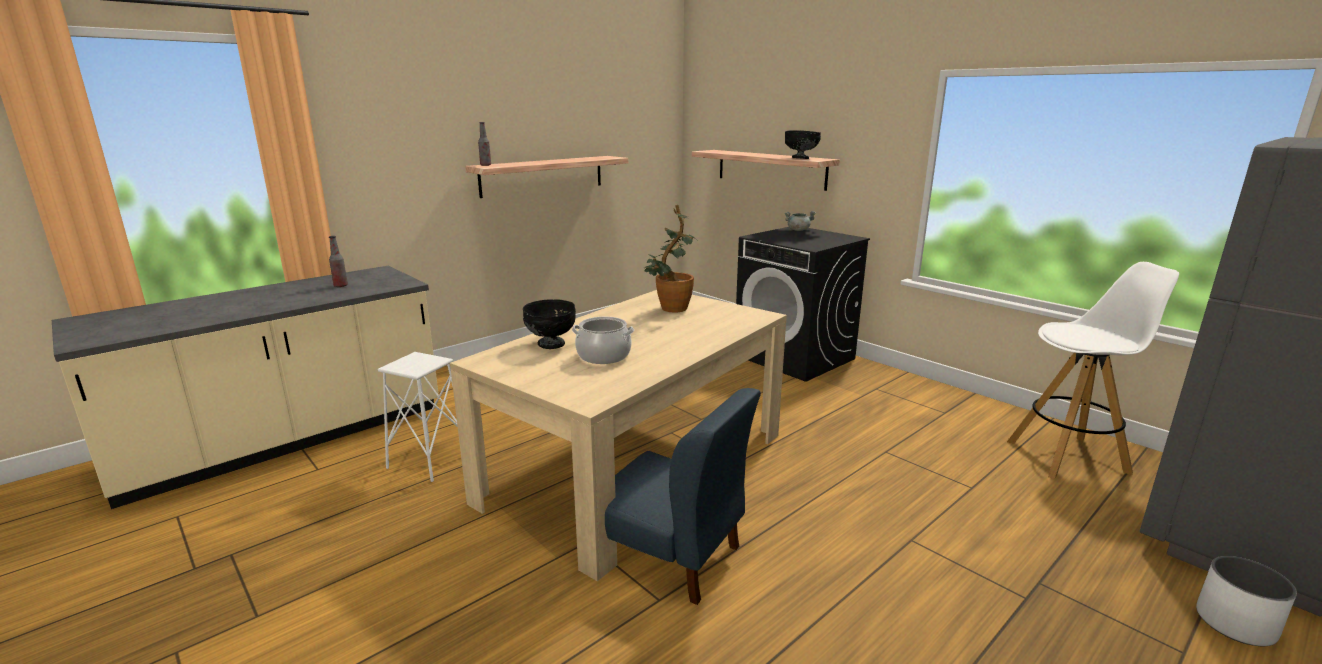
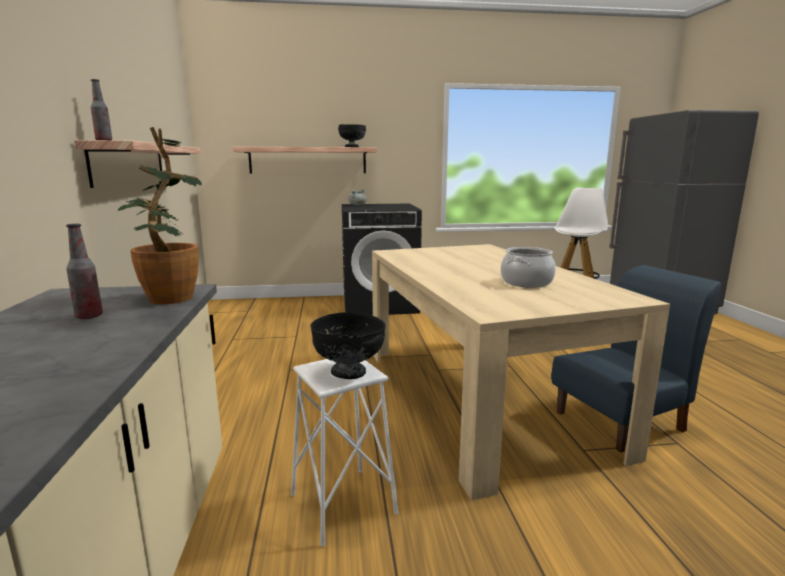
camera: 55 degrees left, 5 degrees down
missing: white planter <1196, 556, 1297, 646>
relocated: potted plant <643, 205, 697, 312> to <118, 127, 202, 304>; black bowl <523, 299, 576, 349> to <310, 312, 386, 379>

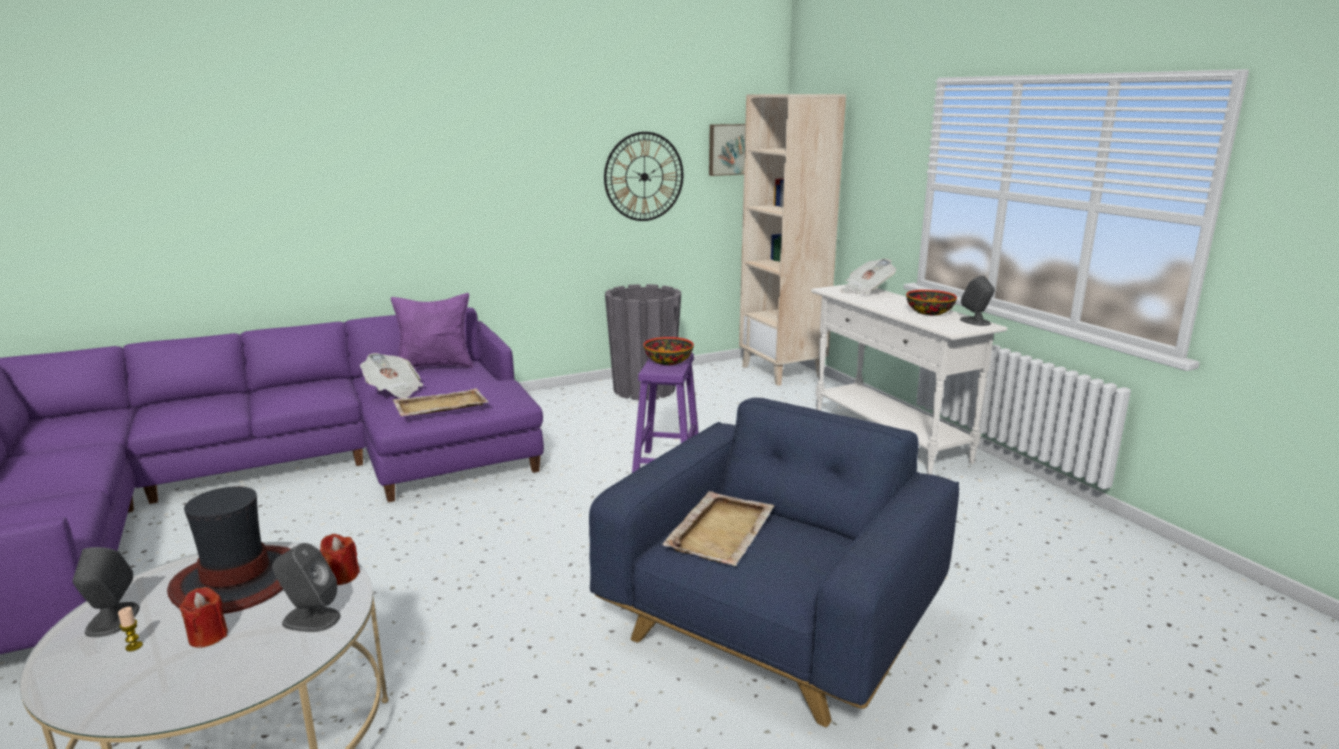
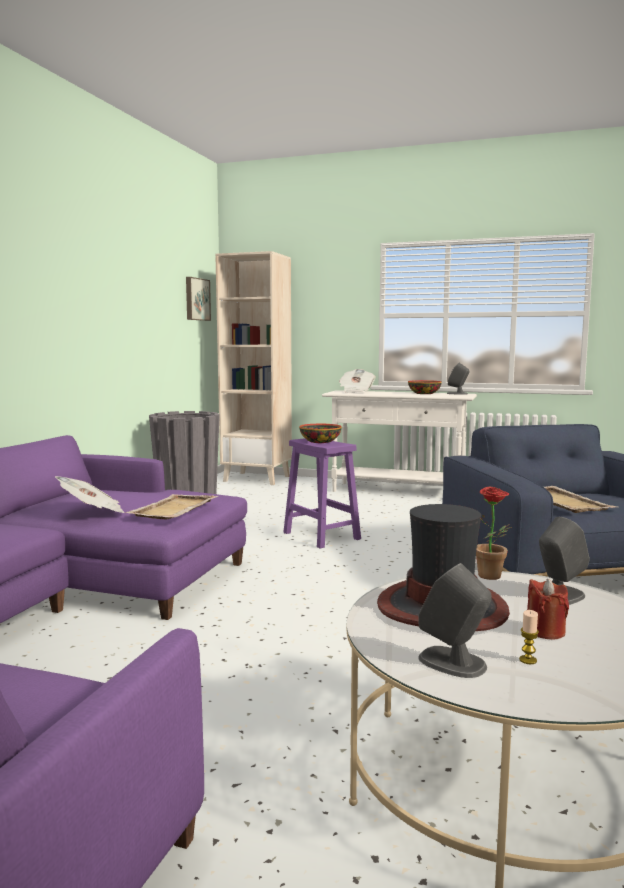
camera: 45 degrees left, 10 degrees down
missing: purple pillow <391, 293, 473, 368>; wall clock <604, 132, 683, 221>
exchanged: red candle <320, 534, 360, 585> to potted plant <476, 487, 512, 580>

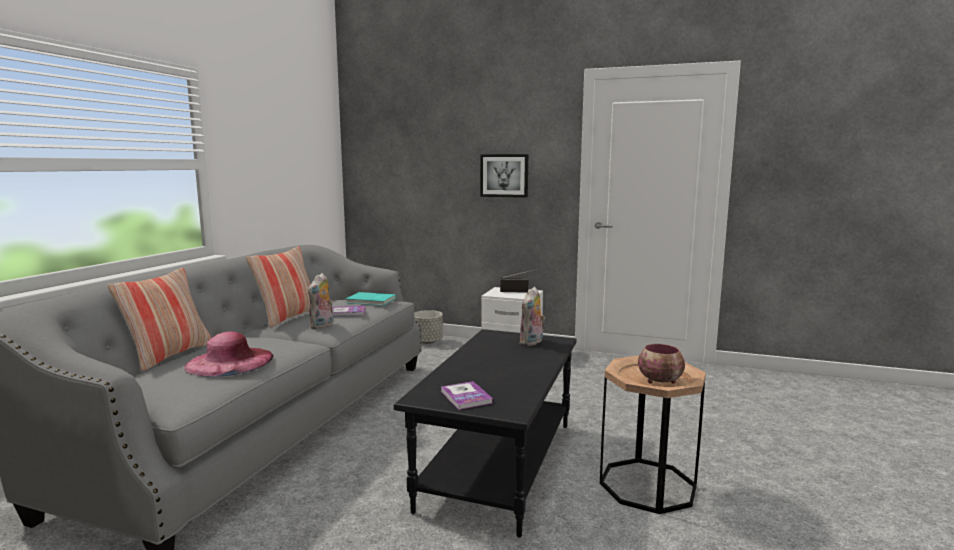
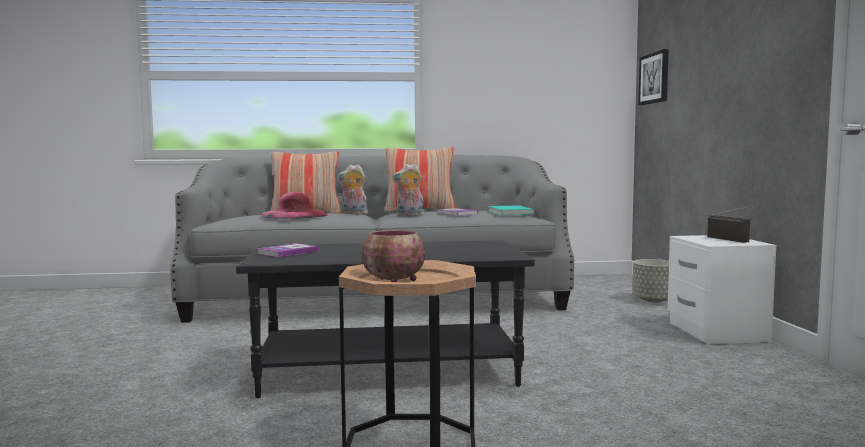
camera: 65 degrees right, 5 degrees down
relocated: plush toy <519, 287, 545, 346> to <337, 164, 368, 214>; picture <480, 154, 528, 198> to <638, 49, 669, 105>

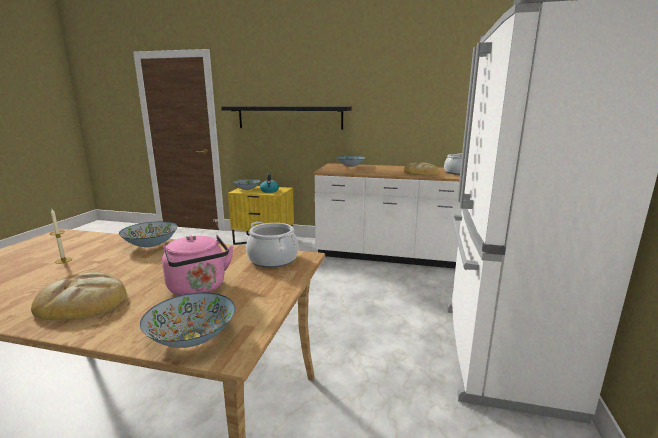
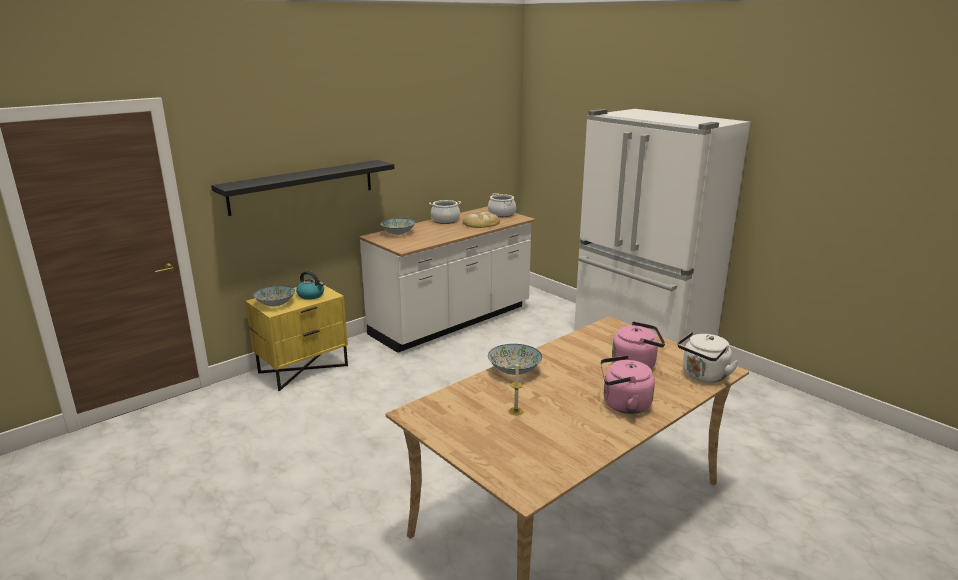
camera: 55 degrees left, 5 degrees up
relocated: cooking pot <246, 222, 299, 268> to <429, 200, 461, 224>
exchanged: bread <31, 272, 127, 320> to pink kettle <600, 355, 655, 414>; bowl <140, 292, 235, 348> to white kettle <677, 332, 739, 383>

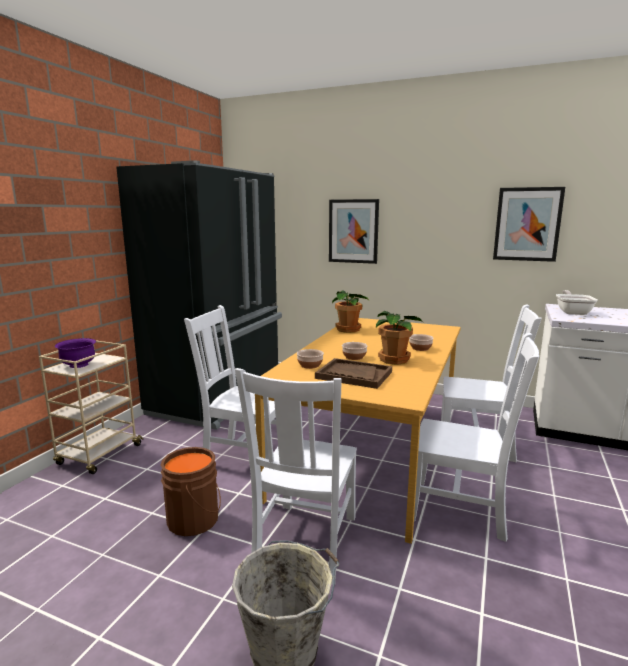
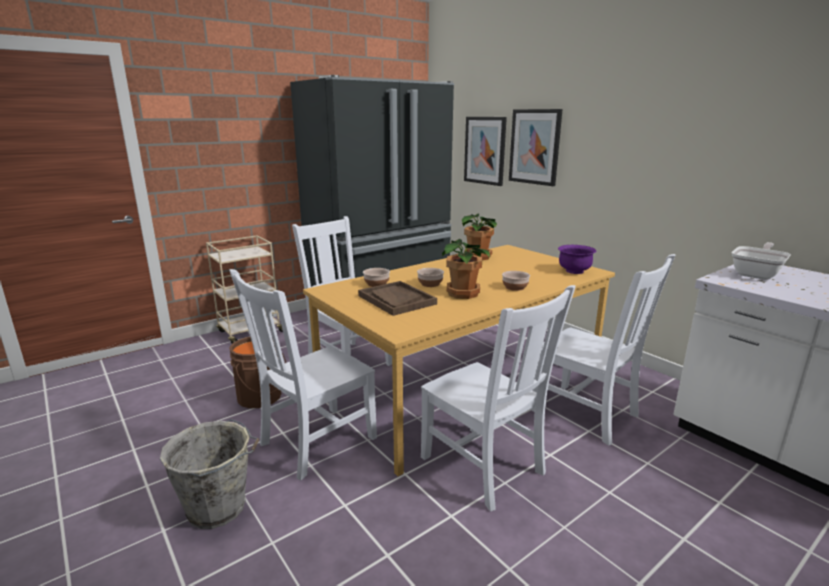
camera: 30 degrees right, 5 degrees up
relocated: picture <493, 187, 565, 262> to <464, 117, 507, 186>; purple bowl <55, 338, 96, 368> to <558, 245, 596, 274>

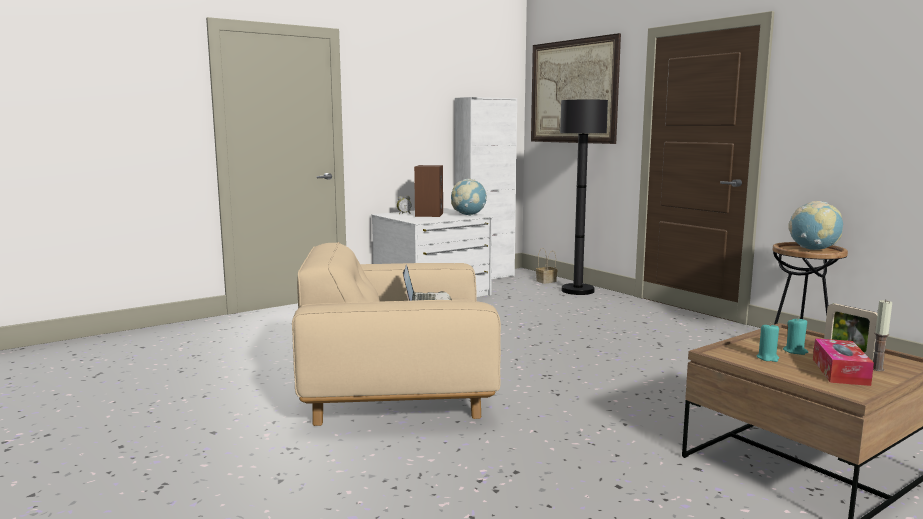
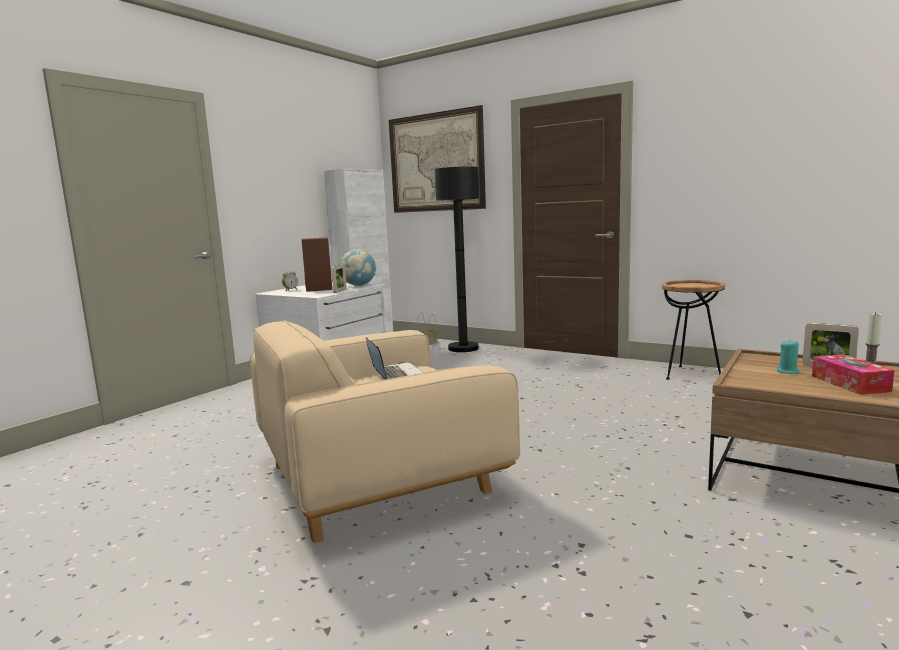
camera: 20 degrees left, 0 degrees up
missing: turquoise candle <757, 323, 779, 362>; globe <788, 201, 843, 250>
appeared: picture frame <331, 264, 347, 293>

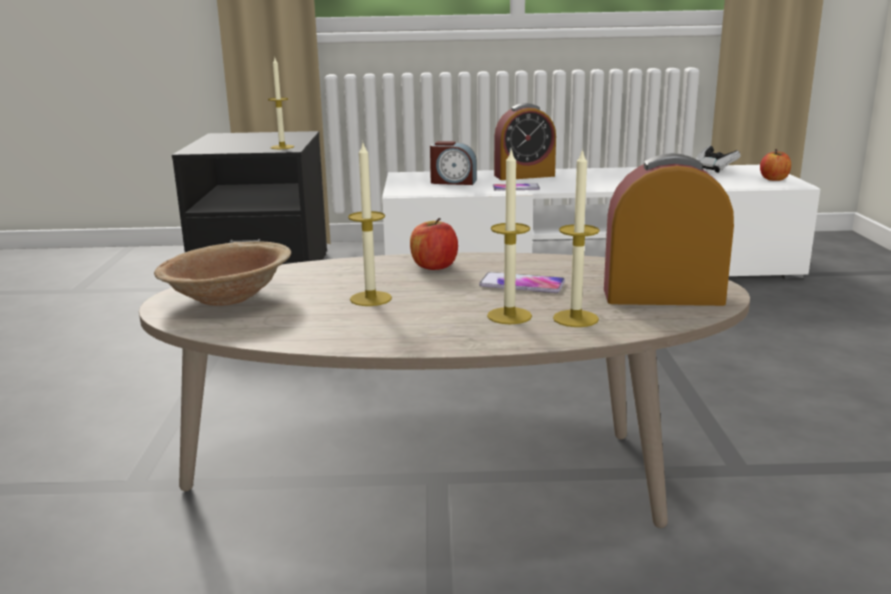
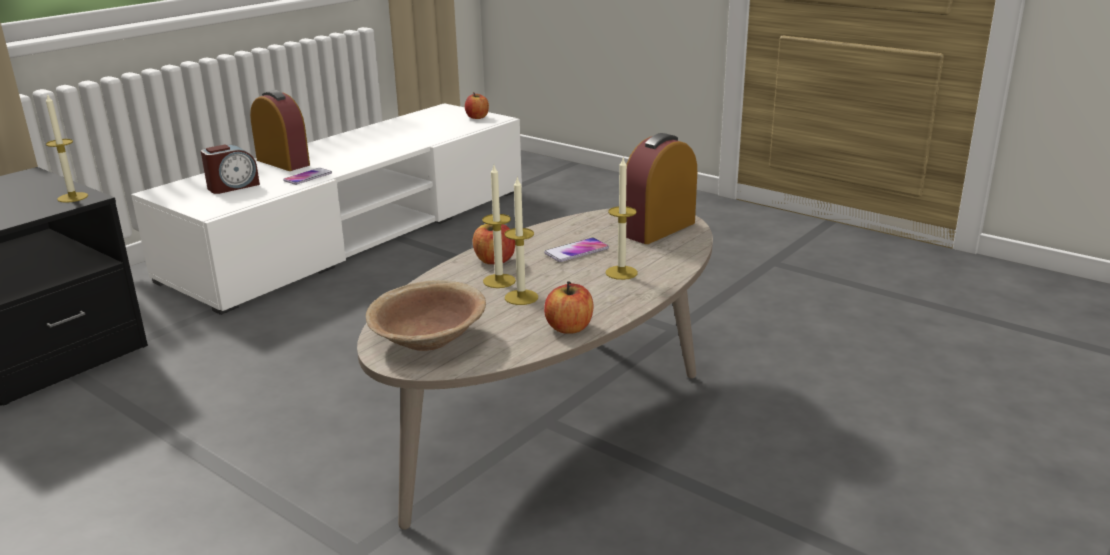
camera: 50 degrees left, 5 degrees up
missing: game controller <696, 146, 741, 173>
appeared: apple <544, 281, 593, 334>
relocated: candle <553, 148, 600, 327> to <482, 165, 516, 288>
spun: alarm clock <494, 103, 556, 180> = <250, 90, 310, 171> 75 degrees counterclockwise

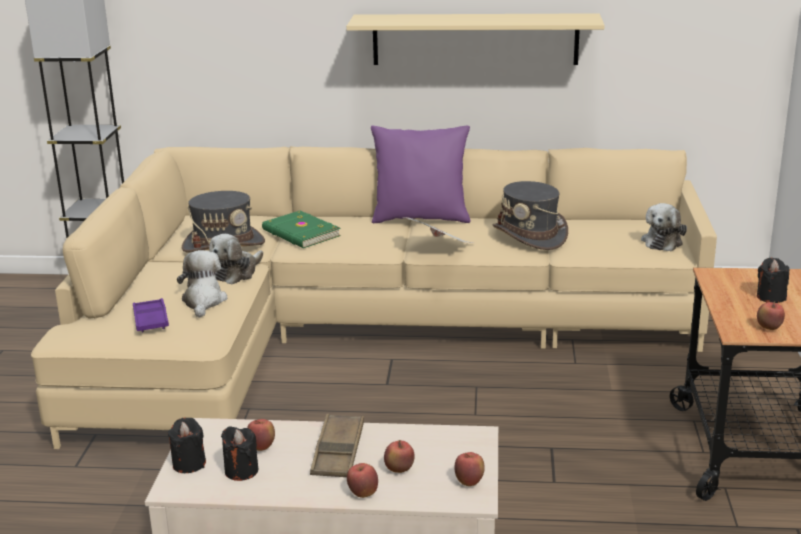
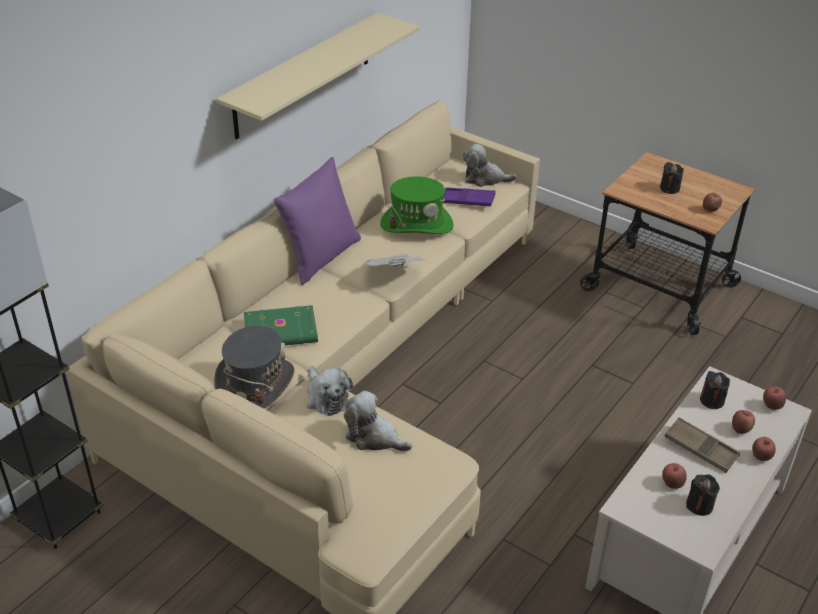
camera: 60 degrees left, 15 degrees up
relocated: purple tray <133, 298, 169, 332> to <443, 187, 496, 207>; black candle <168, 417, 206, 473> to <700, 371, 730, 409>
colour: grey hat <493, 181, 568, 250> to green hat <380, 176, 454, 234>
spun: plush toy <641, 203, 687, 252> = <463, 144, 517, 187> 135 degrees clockwise

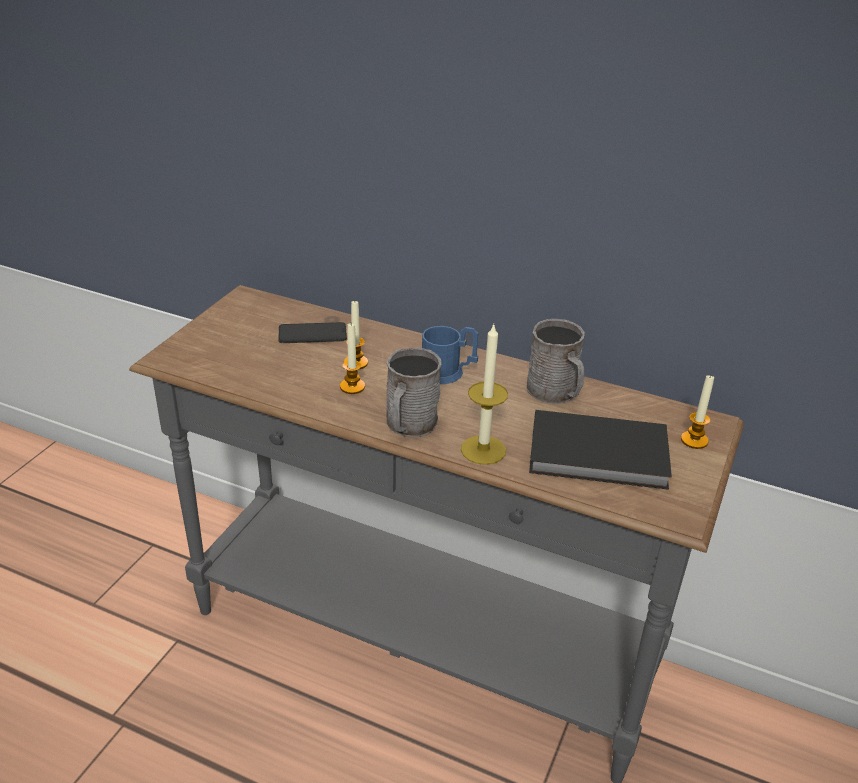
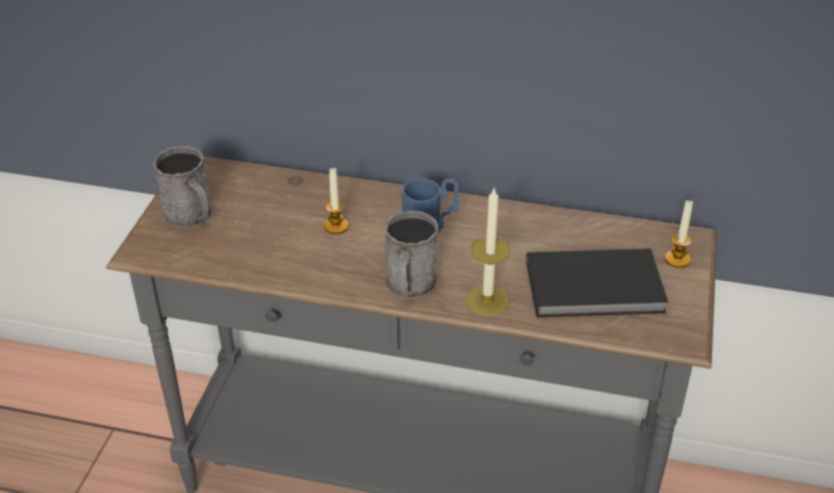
camera: 10 degrees left, 5 degrees up
missing: phone <278, 322, 347, 343>; candle <340, 323, 365, 394>
relocated: grey mug <527, 319, 585, 404> to <153, 146, 212, 228>

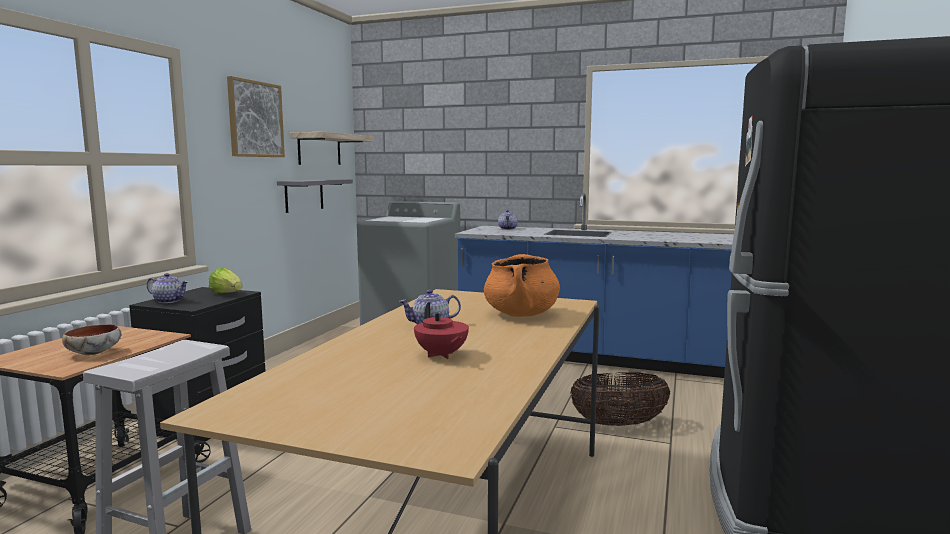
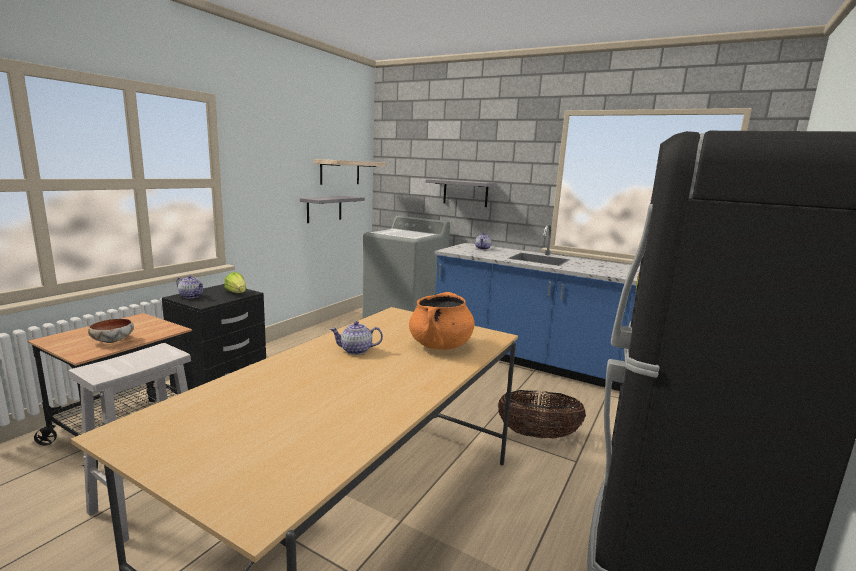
camera: 10 degrees right, 5 degrees up
missing: picture <227, 76, 285, 157>; red teapot <414, 302, 469, 359>
appeared: grey shelf <425, 179, 497, 207>

